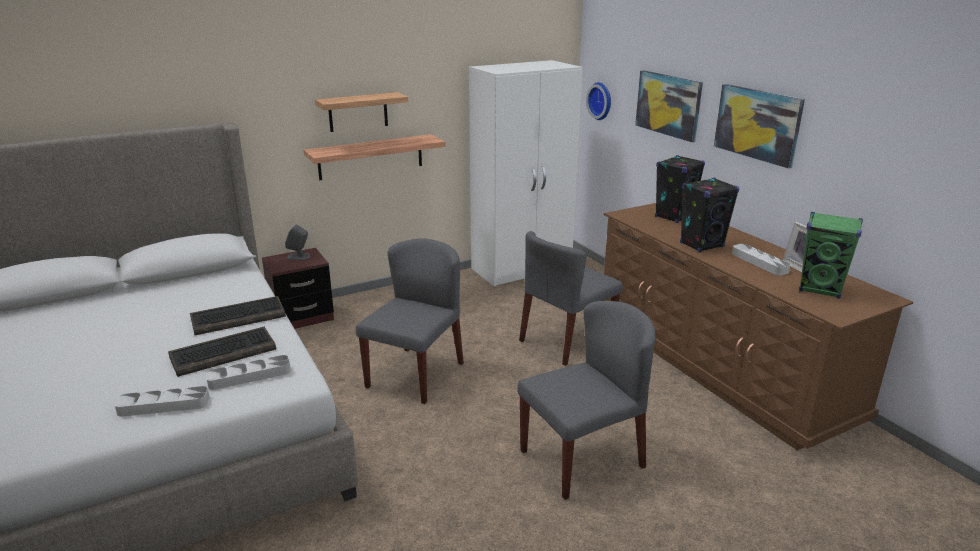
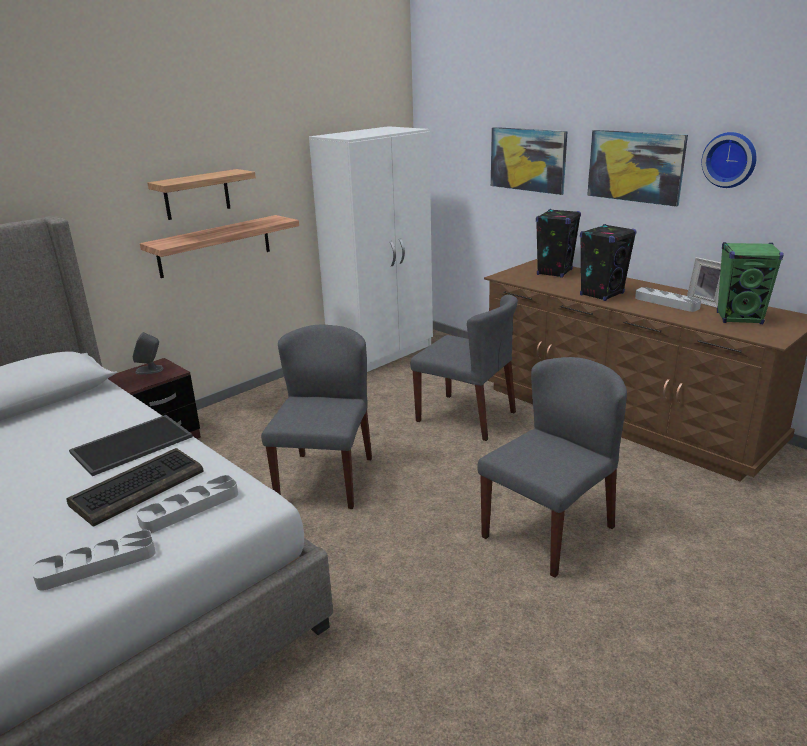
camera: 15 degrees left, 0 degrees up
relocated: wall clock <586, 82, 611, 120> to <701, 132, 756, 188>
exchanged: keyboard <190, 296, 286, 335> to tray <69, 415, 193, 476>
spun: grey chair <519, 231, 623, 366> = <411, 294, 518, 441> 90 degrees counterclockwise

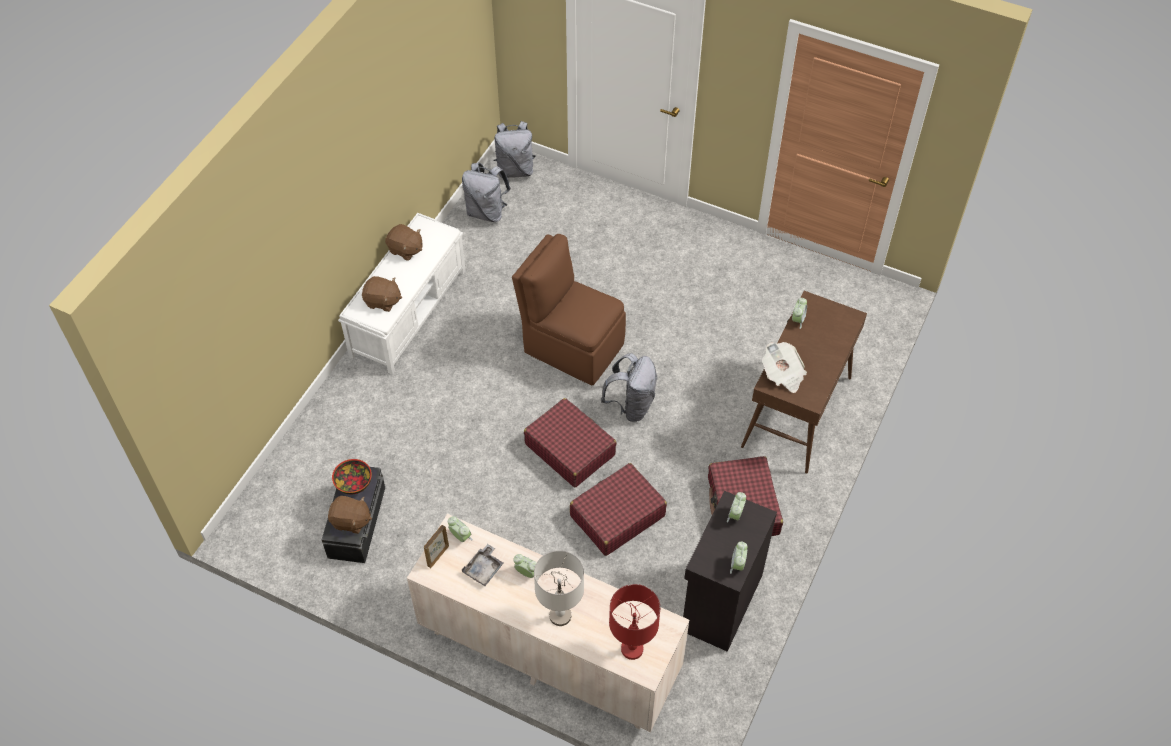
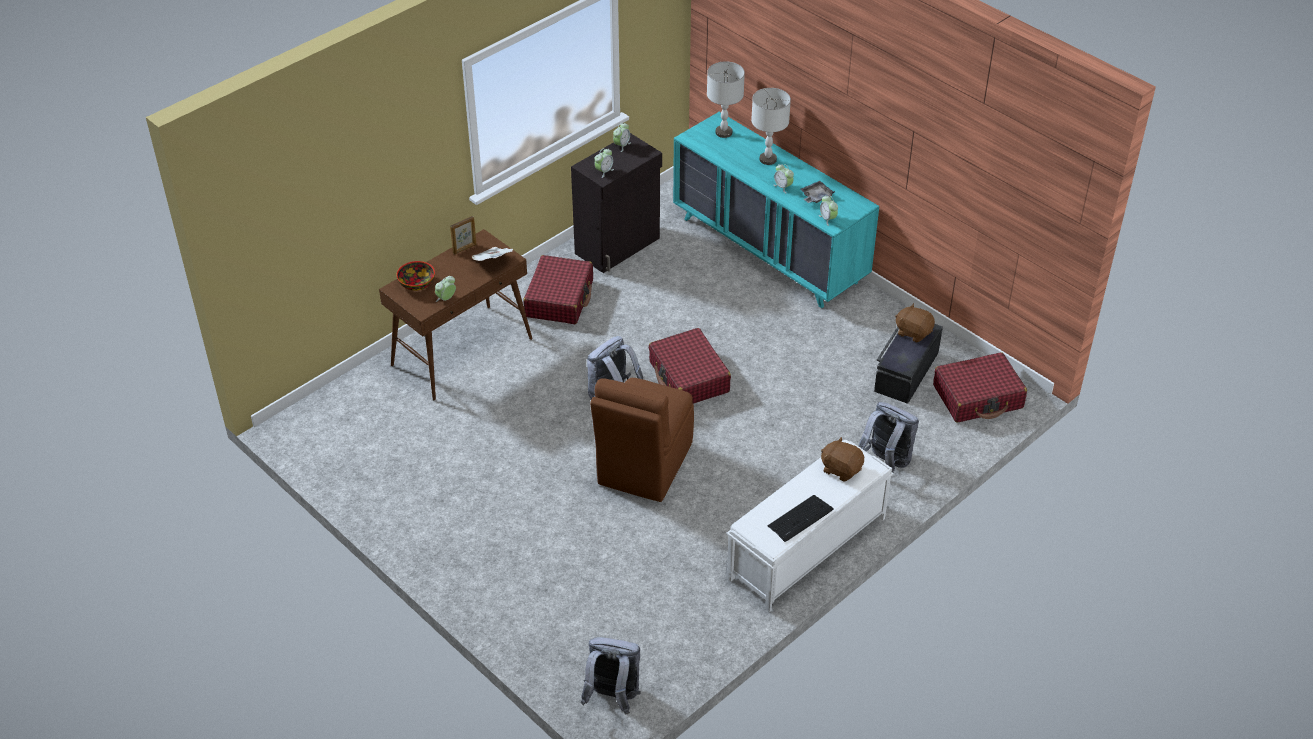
camera: 160 degrees left, 10 degrees down
relocated: bowl <332, 459, 372, 495> to <396, 261, 435, 291>; picture frame <424, 525, 449, 568> to <450, 216, 477, 254>; grey backpack <462, 163, 511, 222> to <859, 402, 919, 473>; red suitcase <570, 463, 667, 556> to <933, 352, 1027, 423>
exchanged: brown plush toy <385, 224, 422, 261> to keyboard <768, 495, 834, 542>
colour: beige dresser <407, 514, 689, 732> to turquoise dresser <673, 112, 879, 308>; red table lamp <609, 584, 660, 660> to grey table lamp <707, 61, 745, 138>
spun: brown chair <512, 234, 626, 385> = <590, 378, 694, 502> 60 degrees clockwise

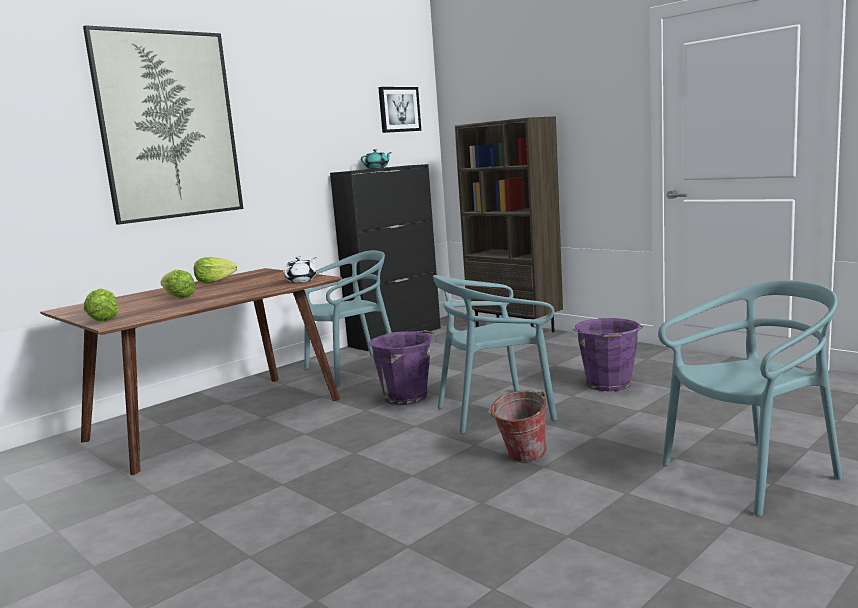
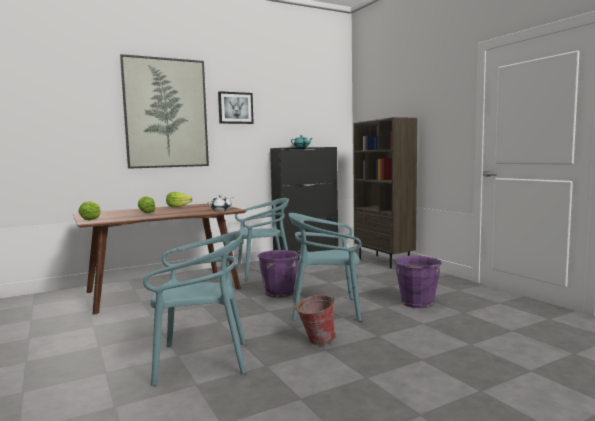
camera: 15 degrees right, 5 degrees down
relocated: turquoise chair <658, 280, 842, 516> to <143, 231, 246, 386>; picture <378, 87, 421, 133> to <218, 91, 254, 124>

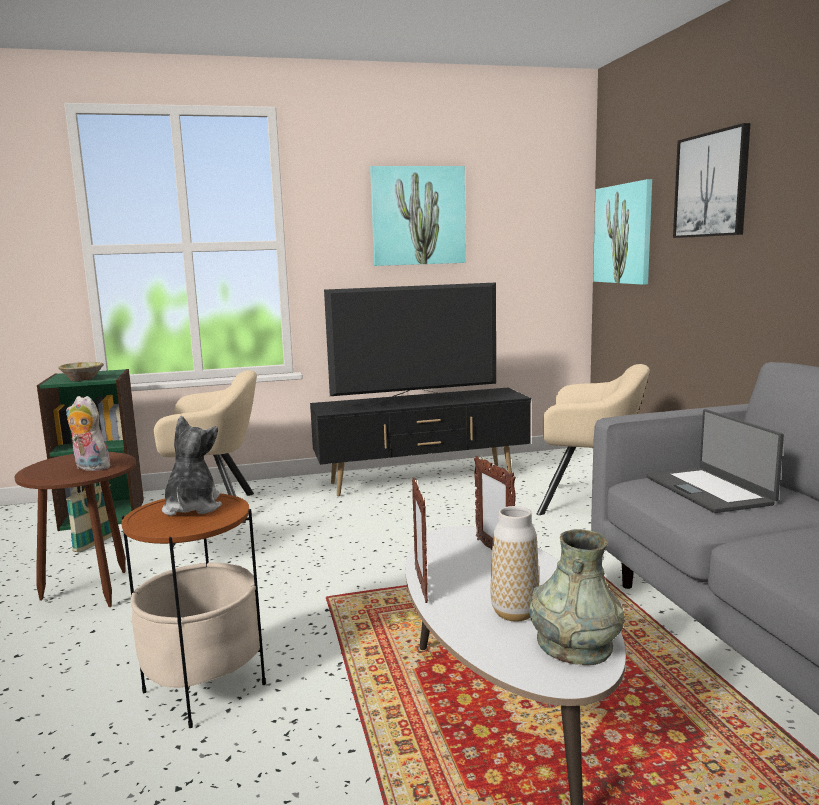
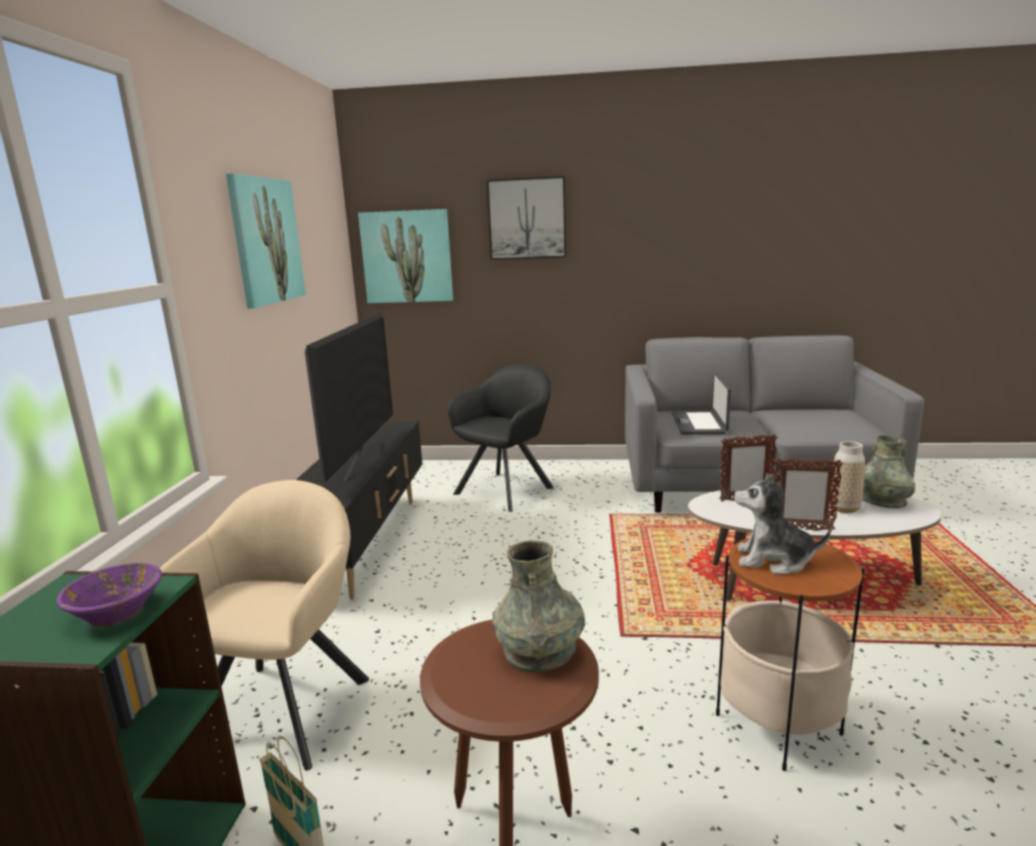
camera: 70 degrees left, 5 degrees up
exchanged: plush toy <66, 396, 110, 471> to grey vase <492, 540, 585, 672>
colour: beige bowl <58, 362, 104, 381> to purple bowl <56, 563, 162, 627>; beige armchair <537, 364, 650, 515> to black armchair <448, 364, 554, 512>
spun: laptop <647, 409, 784, 513> = <672, 372, 731, 434> 90 degrees clockwise

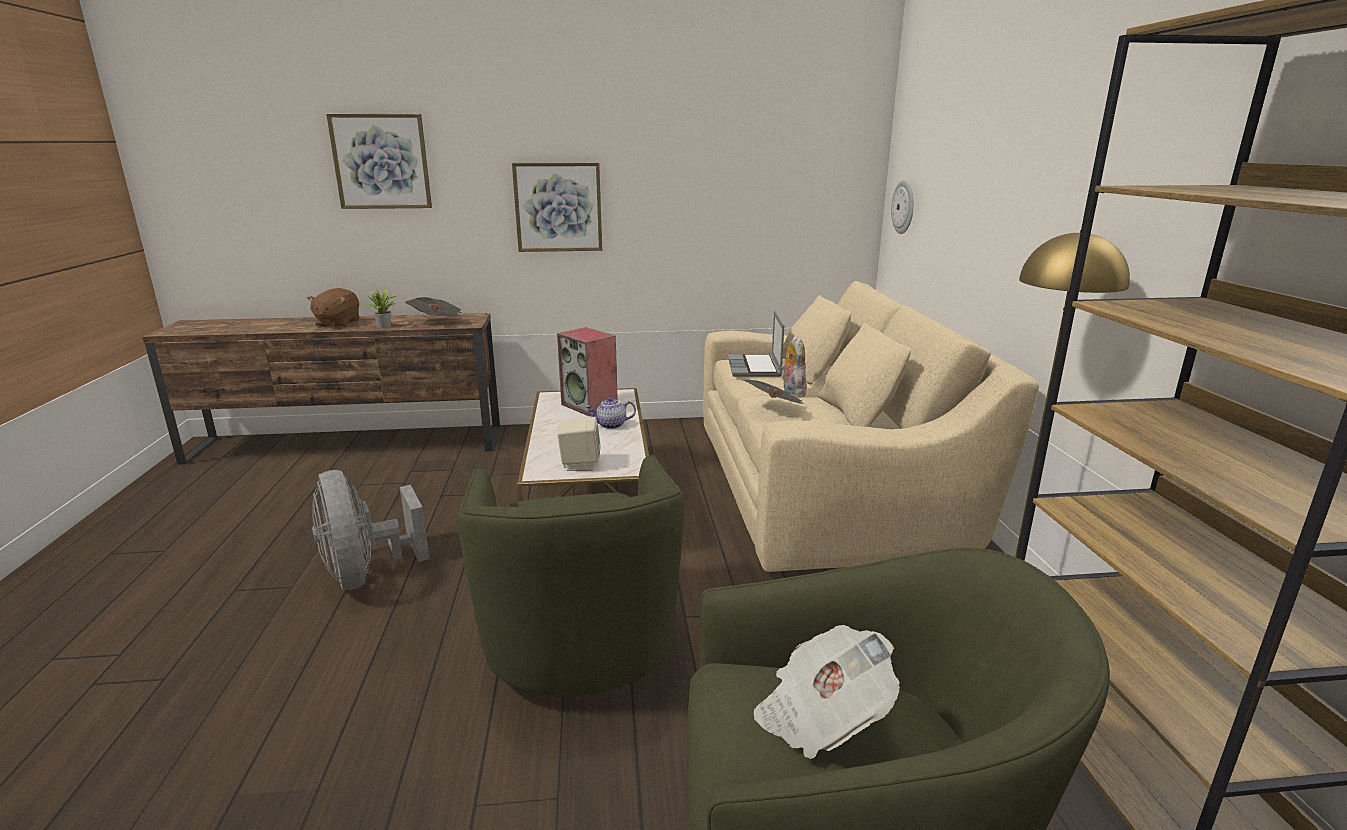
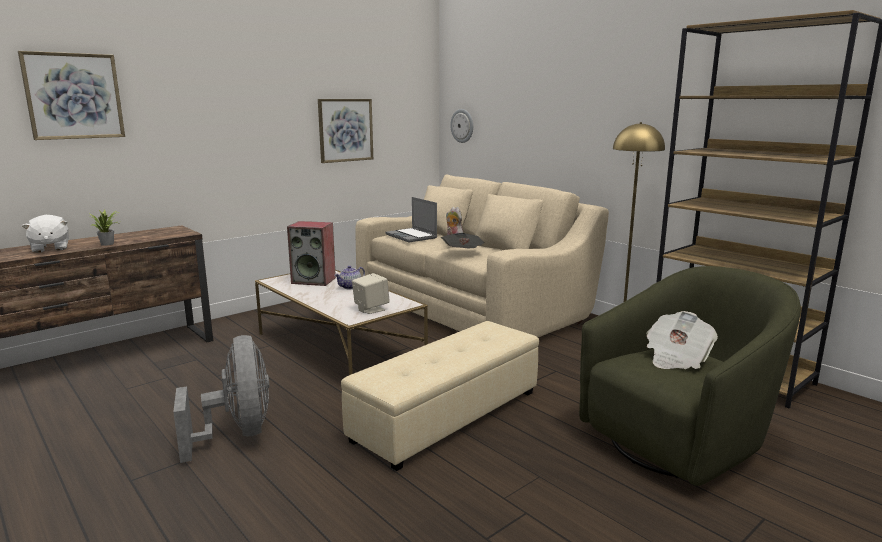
camera: 35 degrees left, 5 degrees down
missing: newspaper <405, 297, 462, 317>
relocated: picture <512, 163, 602, 252> to <318, 99, 373, 163>
exchanged: green armchair <457, 454, 684, 697> to beige ottoman <341, 321, 539, 471>
colour: brown plush toy <307, 288, 359, 327> to white plush toy <21, 215, 69, 253>
spun: grey fan <312, 470, 430, 590> = <173, 335, 269, 463> 135 degrees counterclockwise

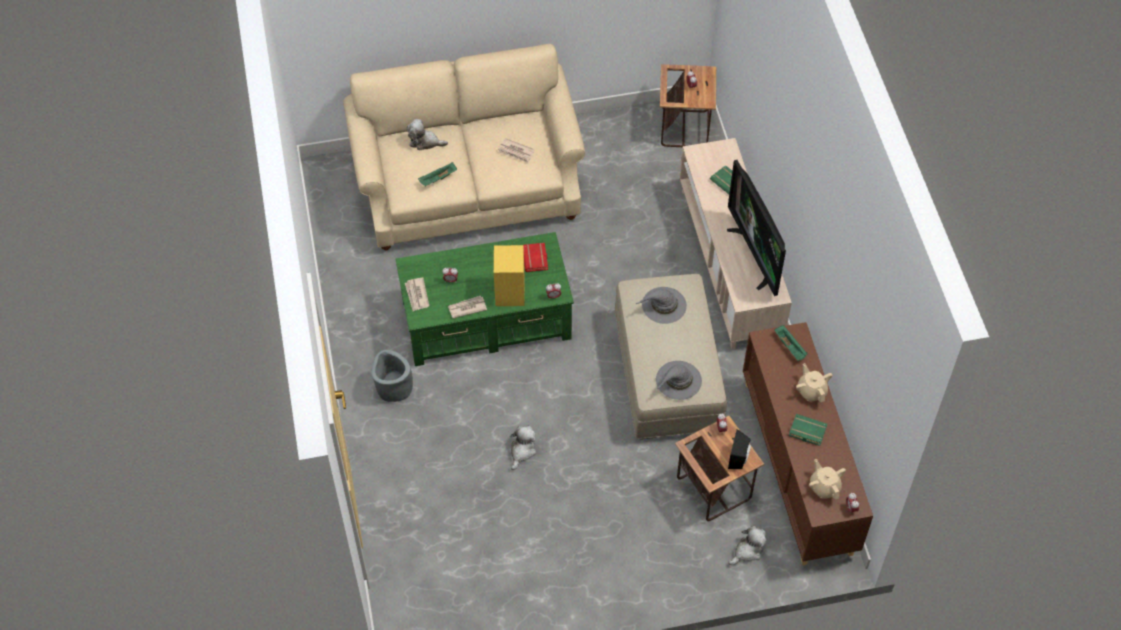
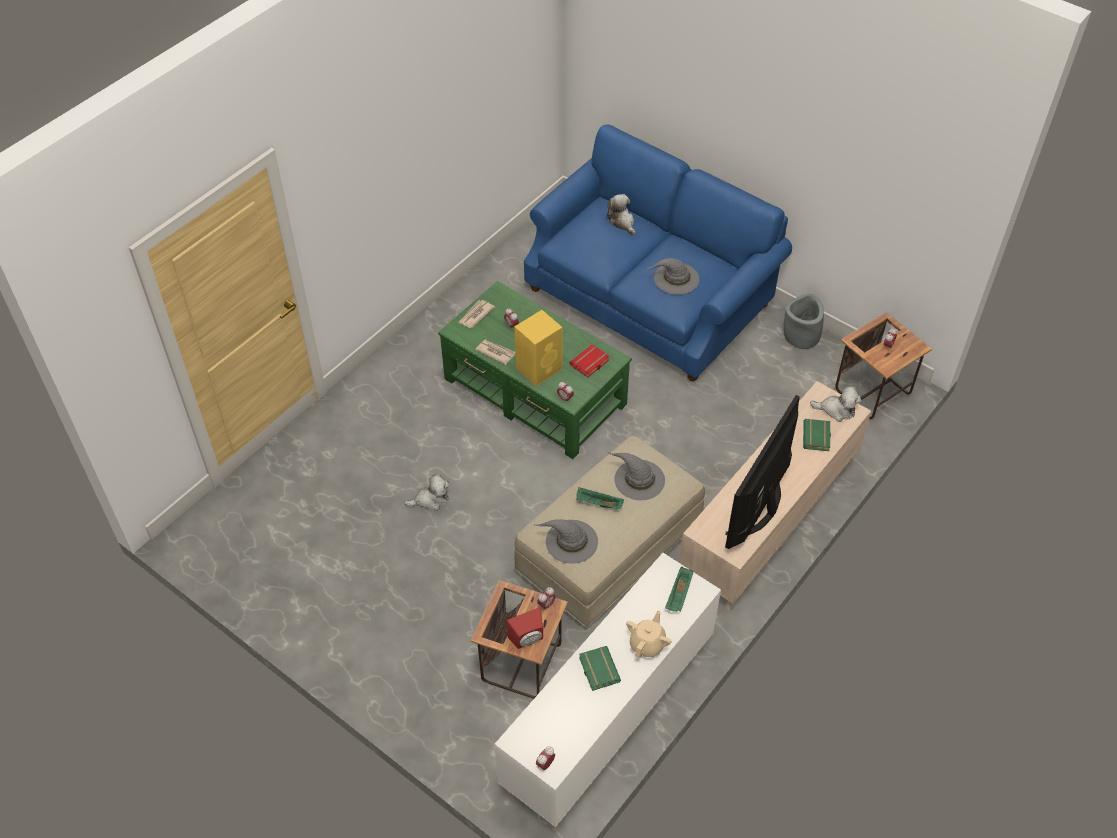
camera: 50 degrees right, 5 degrees down
missing: beige teapot <809, 459, 846, 500>
relocated: green tray <418, 162, 457, 187> to <576, 487, 624, 509>; grey planter <371, 350, 413, 402> to <784, 294, 824, 349>; plush toy <728, 526, 767, 565> to <810, 385, 862, 422>
exchanged: newspaper <498, 138, 535, 163> to grey hat <646, 258, 699, 295>
colour: brown cabinet <743, 322, 873, 565> to white cabinet <494, 553, 721, 829>; black speaker <728, 429, 751, 469> to red speaker <507, 607, 543, 649>; beige sofa <343, 44, 585, 250> to blue sofa <524, 124, 792, 381>

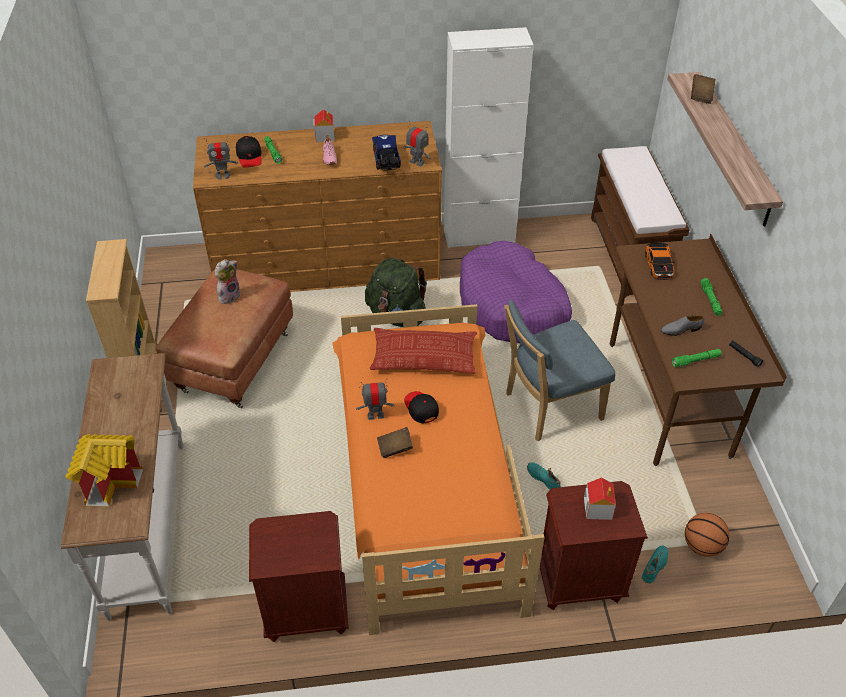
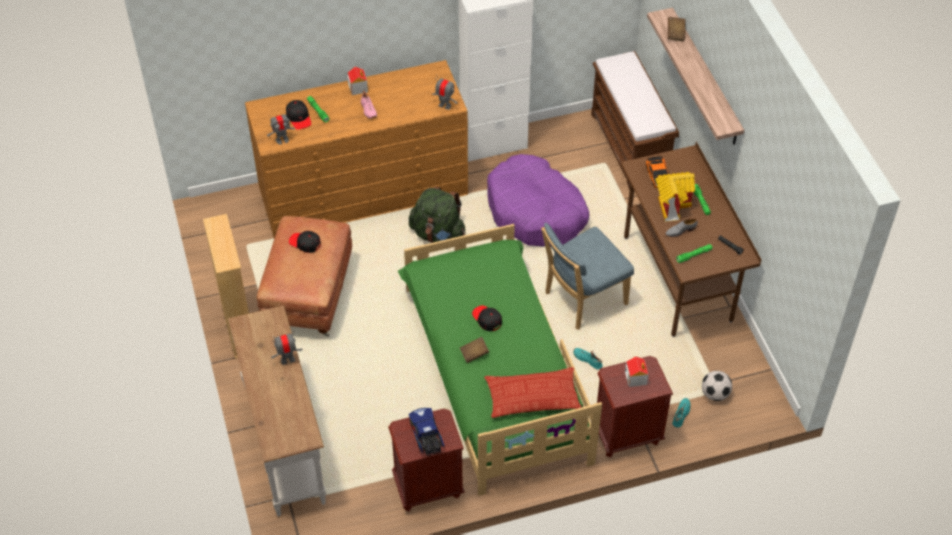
camera: 10 degrees left, 5 degrees up
relocated: toy robot <356, 382, 395, 420> to <271, 331, 303, 365>; toy truck <372, 135, 401, 171> to <409, 408, 444, 456>; pillow <370, 328, 477, 374> to <484, 367, 582, 418>; toy house <65, 434, 143, 506> to <655, 172, 695, 222>
exchanged: plush toy <215, 259, 240, 304> to black cap <289, 231, 321, 253>; basketball <685, 513, 730, 557> to football <702, 371, 732, 401>
colour: orange bed <332, 304, 545, 635> to green bed <398, 224, 602, 496>

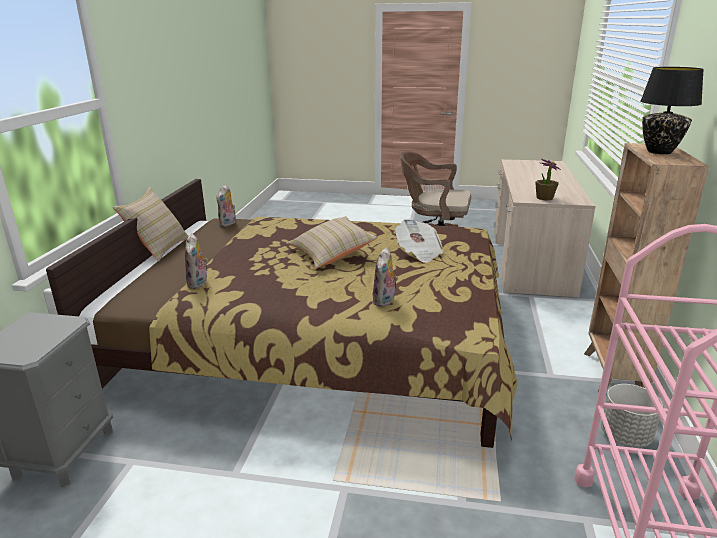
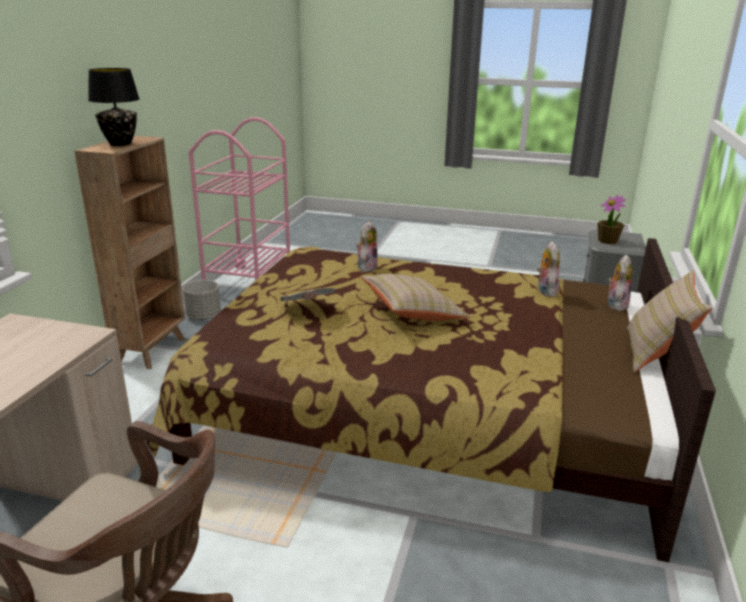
camera: 175 degrees left, 0 degrees up
relocated: potted plant <535, 159, 561, 201> to <597, 195, 626, 244>; plush toy <216, 184, 236, 227> to <608, 255, 632, 311>

